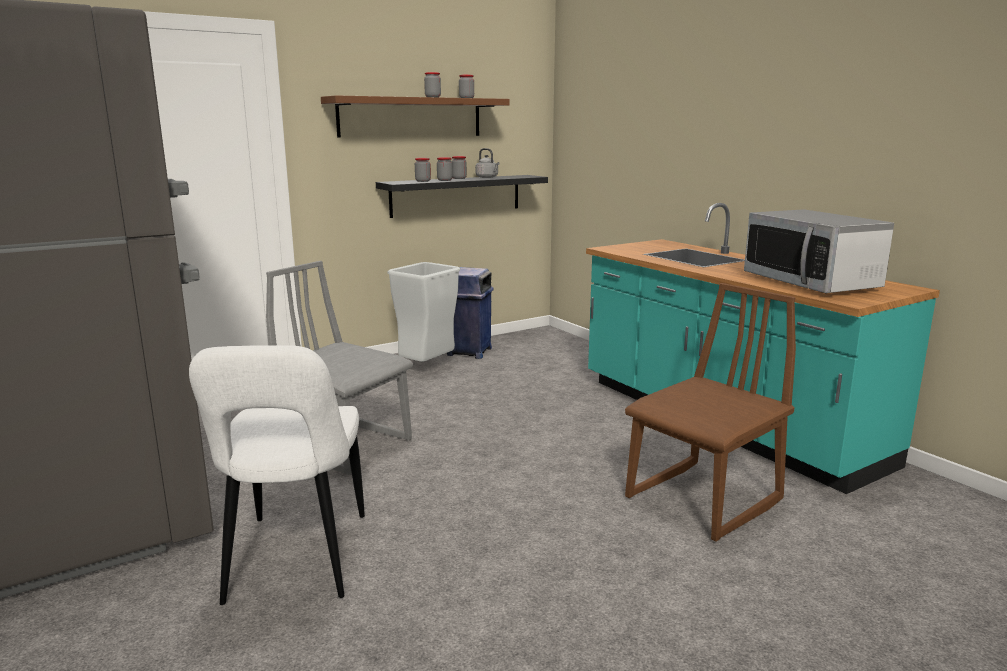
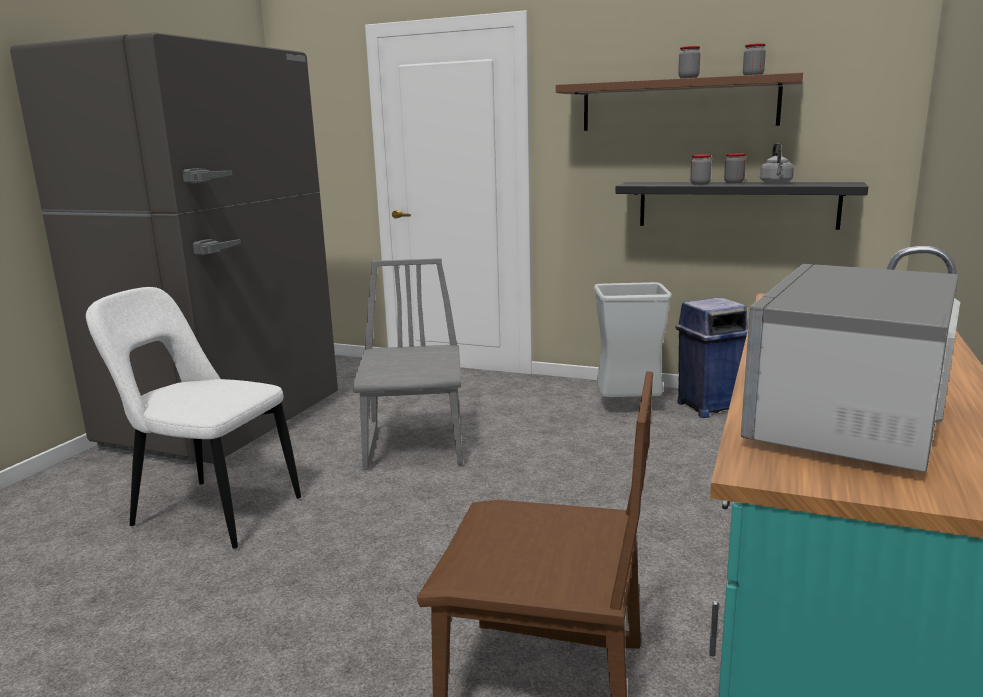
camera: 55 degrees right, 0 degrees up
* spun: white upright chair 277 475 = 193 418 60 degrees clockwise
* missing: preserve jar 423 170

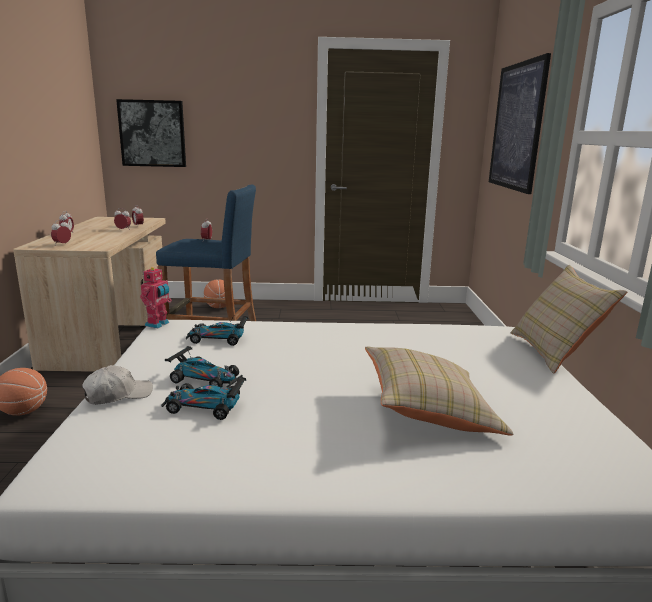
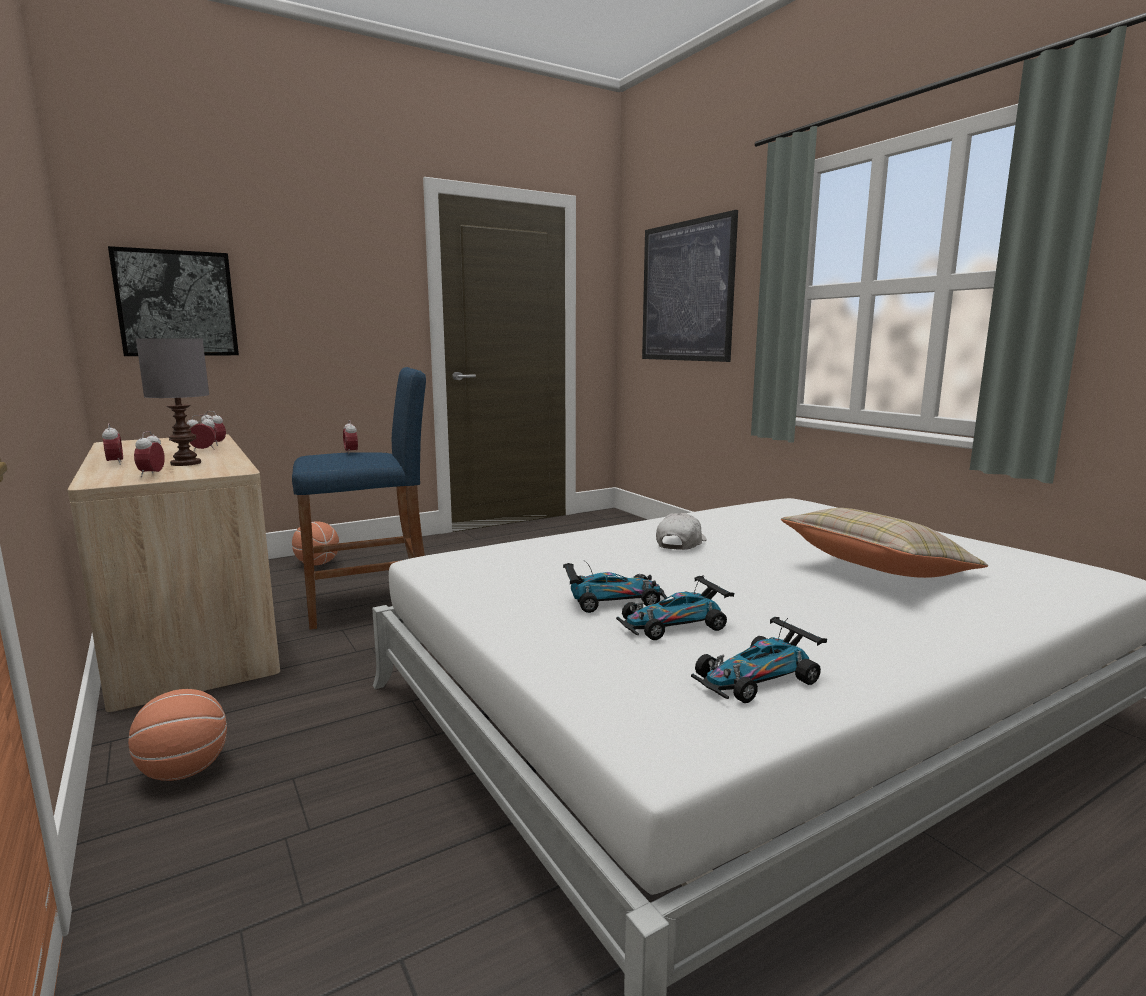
camera: 30 degrees left, 5 degrees down
* relocated: white baseball cap 117 385 to 681 531
* missing: robot figure 156 297
* relocated: miniature car 217 330 to 759 660
* missing: beige-coloured cushion 569 319
* appeared: gray lamp for a table 172 402

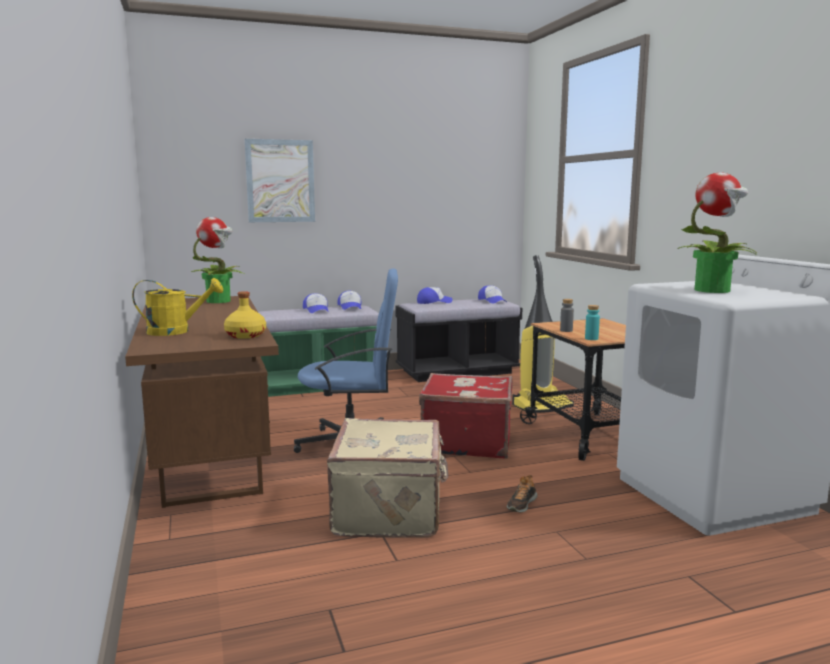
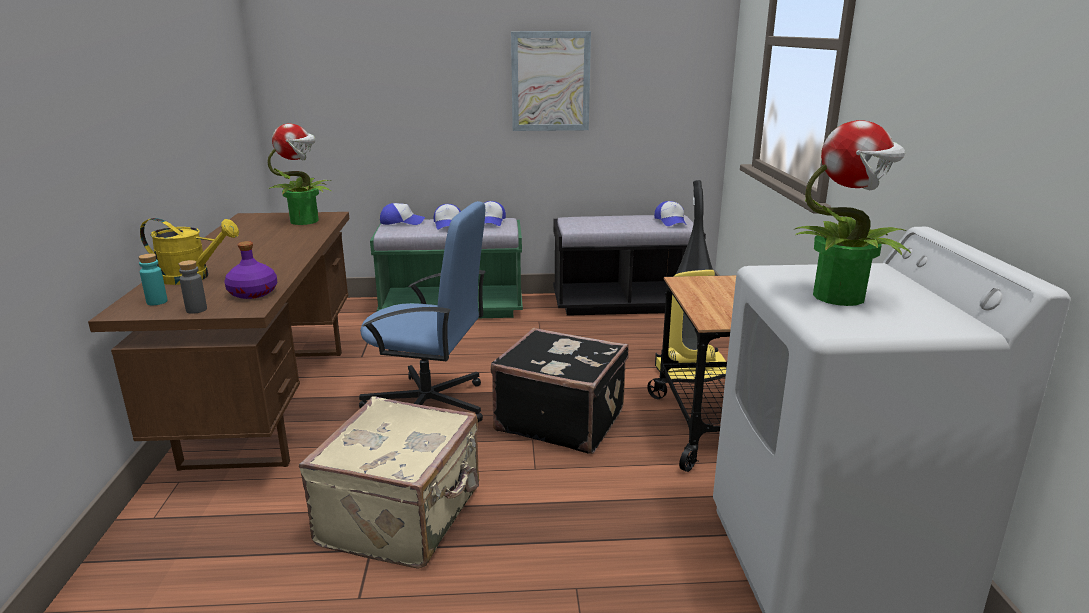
camera: 15 degrees right, 10 degrees up
* colour: yellowish beverage bottle 245 315 to purple beverage bottle 250 270
* relocated: wall picture 280 180 to 551 81
* relocated: baseball cap 435 295 to 402 214
* colour: red-coloured suitcase 465 415 to black-coloured suitcase 559 391
* missing: low shoe 522 494
* relocated: gray beverage bottle 567 315 to 193 287
* relocated: turquoise beverage bottle 592 322 to 153 279

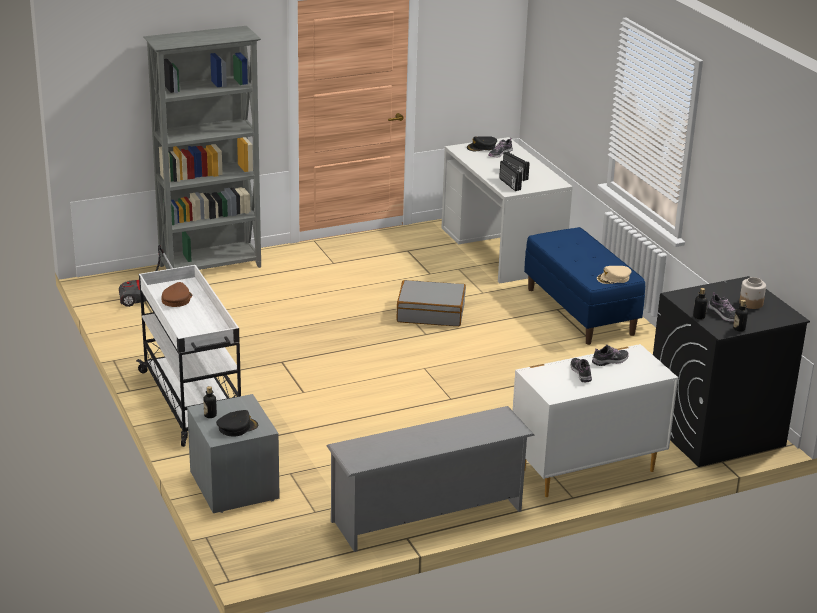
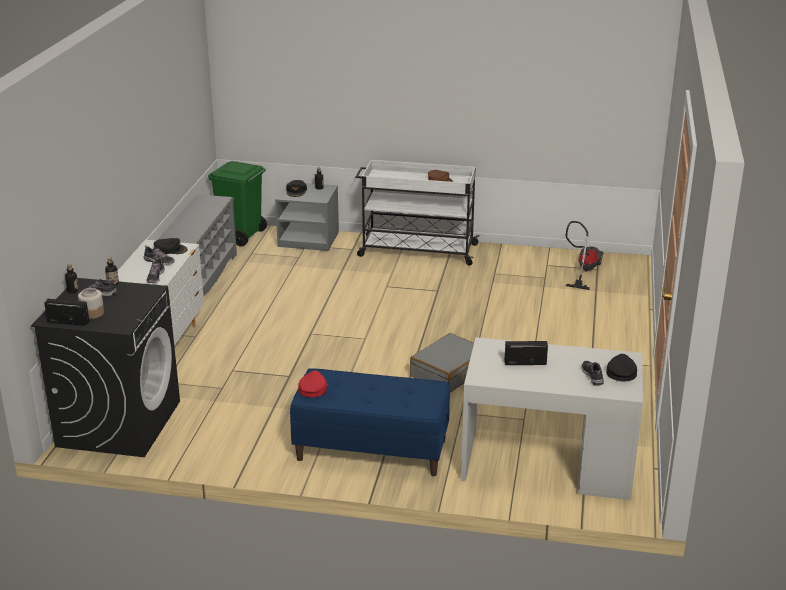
camera: 125 degrees right, 0 degrees up
* missing: gray bookcase 202 148
* relocated: radio receiver 510 175 to 66 312
* colour: beige-coloured baseball cap 614 275 to red-coloured baseball cap 313 384
* appeared: black-coloured baseball cap 171 246
* appeared: green trash can 237 204

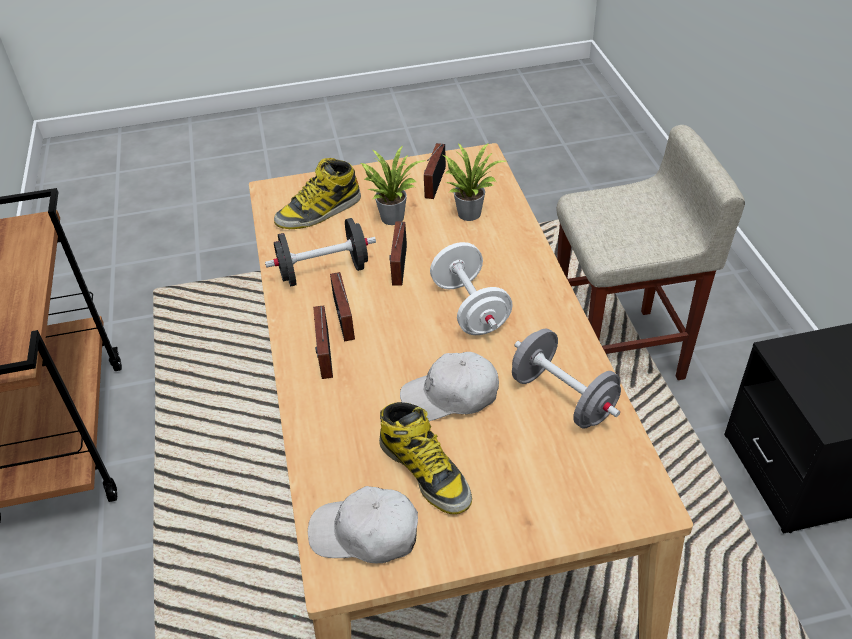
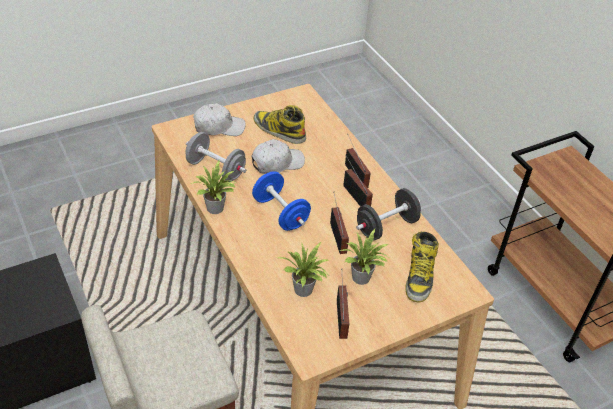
camera: 160 degrees right, 0 degrees up
* spun: boot 317 193 = 422 267 150 degrees clockwise
* relocated: white baseball cap 363 524 to 219 119
* colour: white hand weight 471 288 to blue hand weight 281 201
* appeared: houseplant 215 187

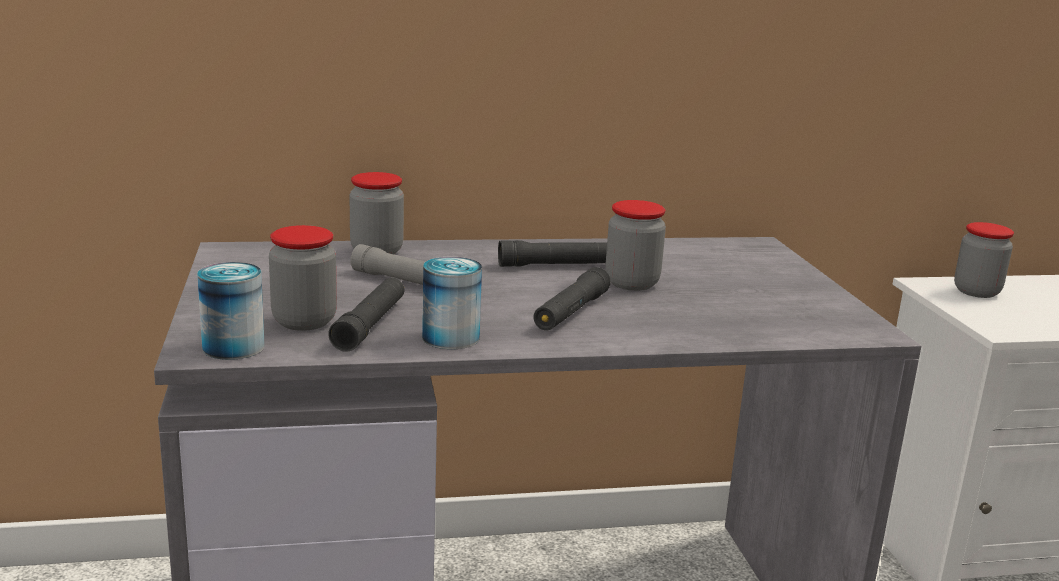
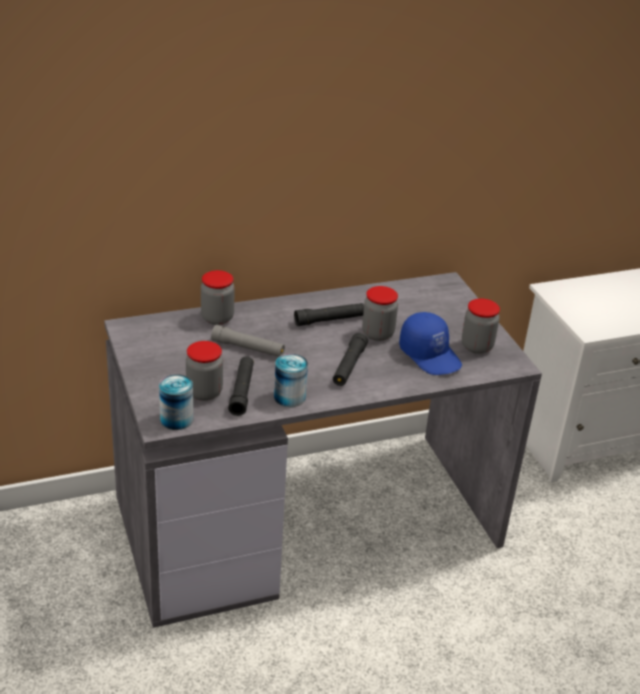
camera: 10 degrees left, 15 degrees up
* relocated: preserve jar 984 260 to 481 326
* appeared: blue baseball cap 430 343

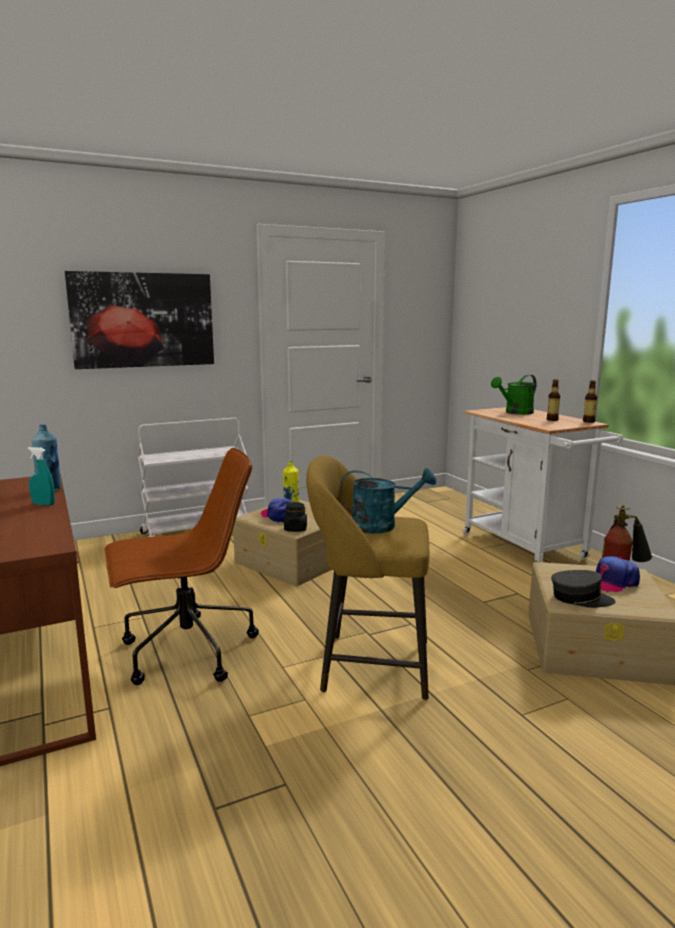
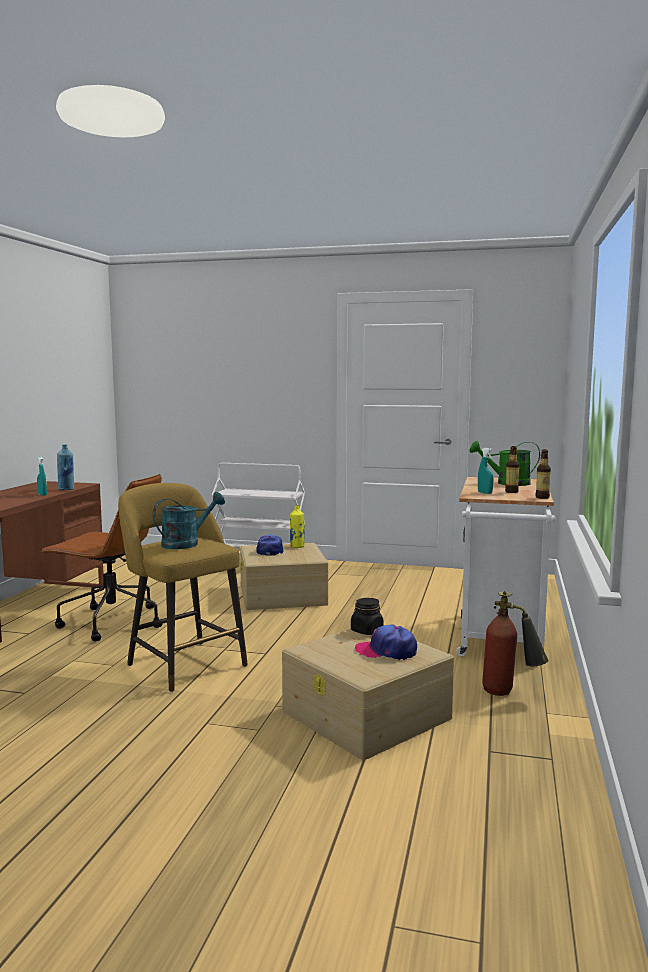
camera: 40 degrees right, 5 degrees down
* missing: wall picture 139 320
* relocated: black-coloured preserve jar 295 517 to 367 616
* spun: turquoise watering can 388 501 = 189 520 75 degrees counterclockwise
* missing: gray baseball cap 583 589
* appeared: turquoise hand sprayer 485 471

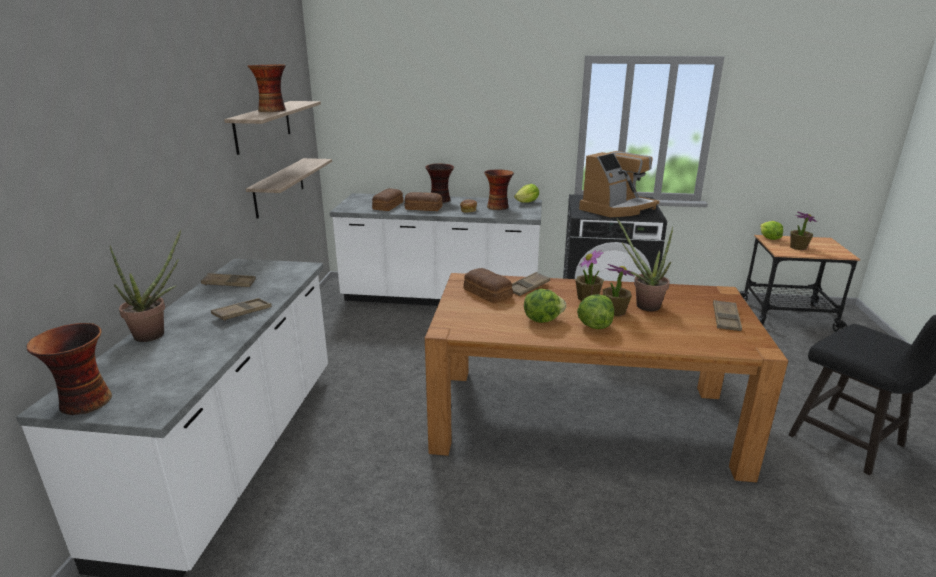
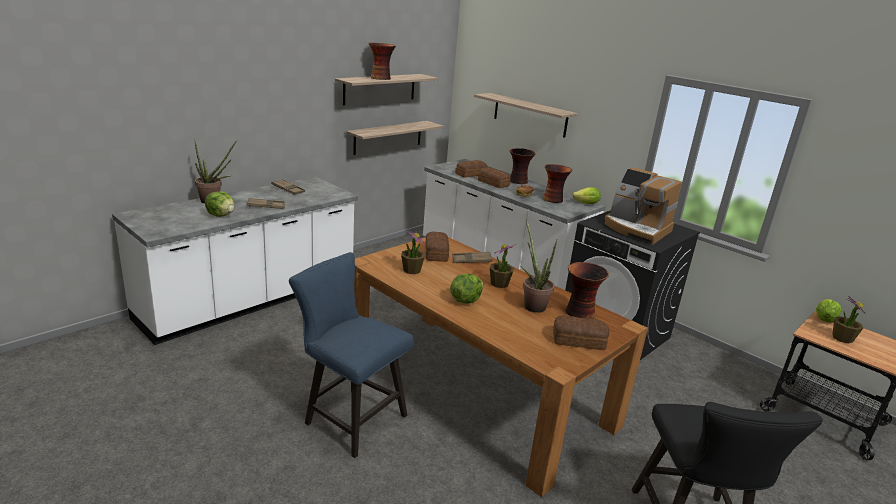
camera: 35 degrees right, 0 degrees up
* relocated: vase 69 369 to 587 290
* relocated: lettuce 545 306 to 219 204
* spun: coffee brewer 619 184 = 643 206 45 degrees clockwise
* relocated: houseplant 618 290 to 413 251
* exchanged: brown-coloured tray 727 315 to baked bread 581 333
* appeared: blue upright chair 351 355
* appeared: shelf 526 115

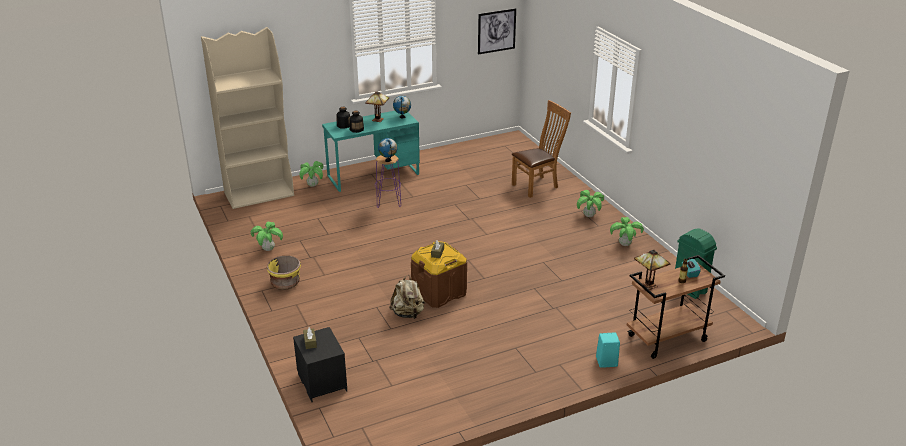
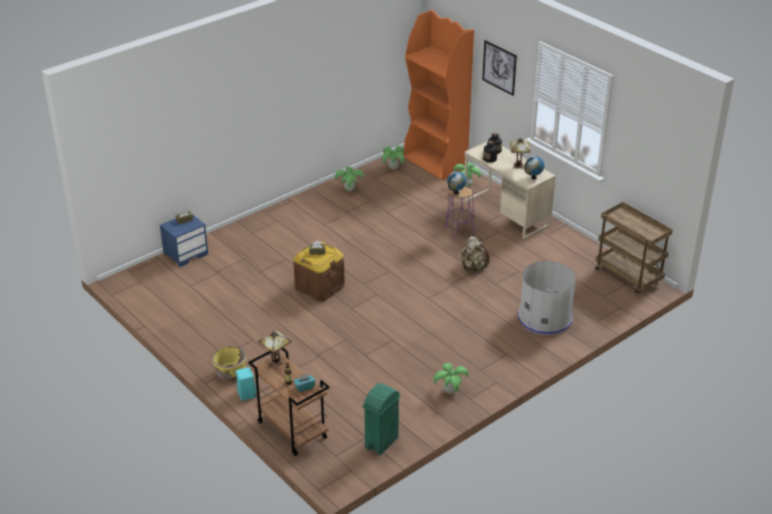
camera: 75 degrees right, 5 degrees up
* colour: beige-coloured bookcase 247 118 to orange bookcase 439 95
* relocated: yellowish plant pot 284 273 to 229 363
* colour: black-coloured night table 320 364 to blue night table 184 240
* colour: turquoise desk 371 151 to beige-coloured desk 509 190
* relocated: beige-coloured knapsack 407 297 to 475 253
* relocated: wall picture 497 31 to 499 68
* exchanged: brown-coloured upright chair 541 149 to gray trash can 547 298
* relocated: houseplant 590 203 to 393 158
* appeared: brown-coloured trolley 634 248

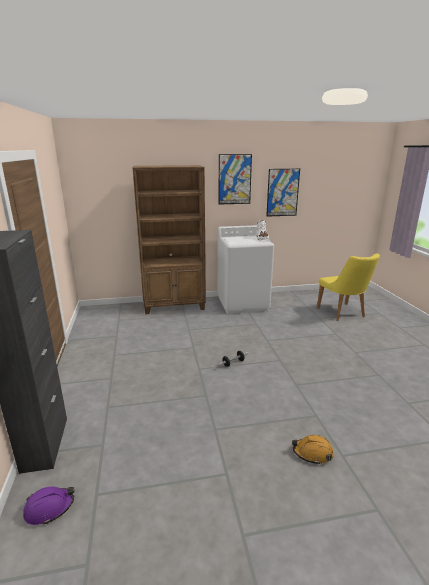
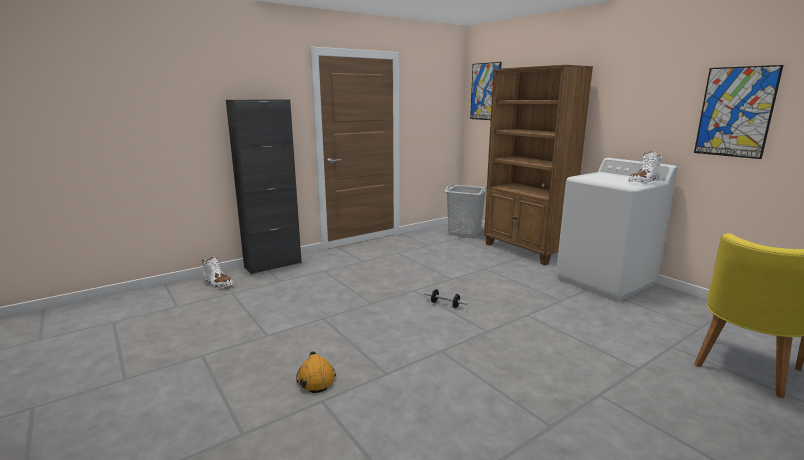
camera: 65 degrees right, 5 degrees down
* exchanged: purple work helmet 48 506 to white boot 217 272
* relocated: wall picture 235 179 to 486 91
* appeared: gray laundry basket 465 211

